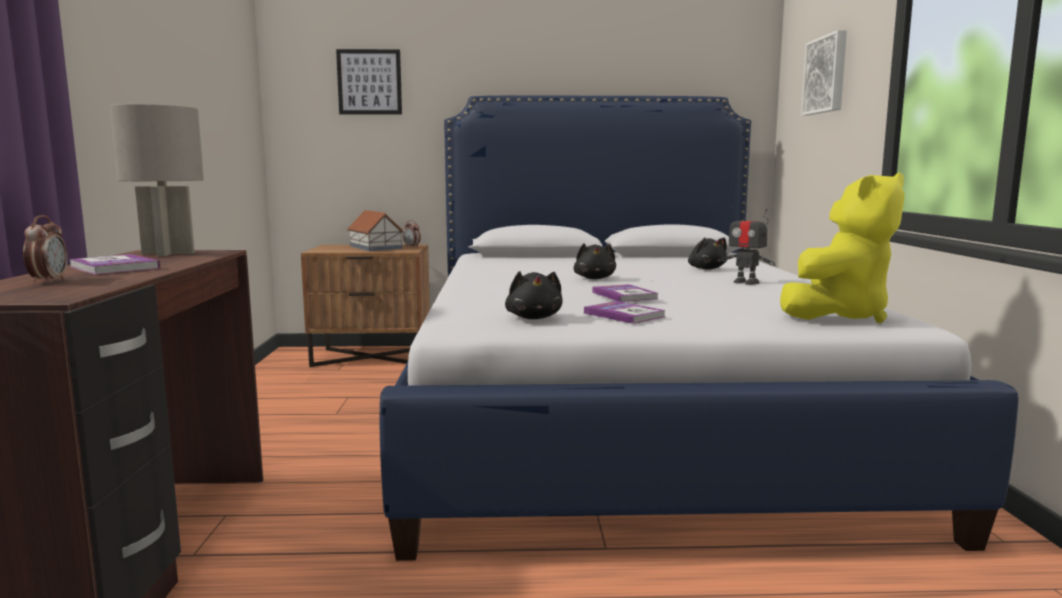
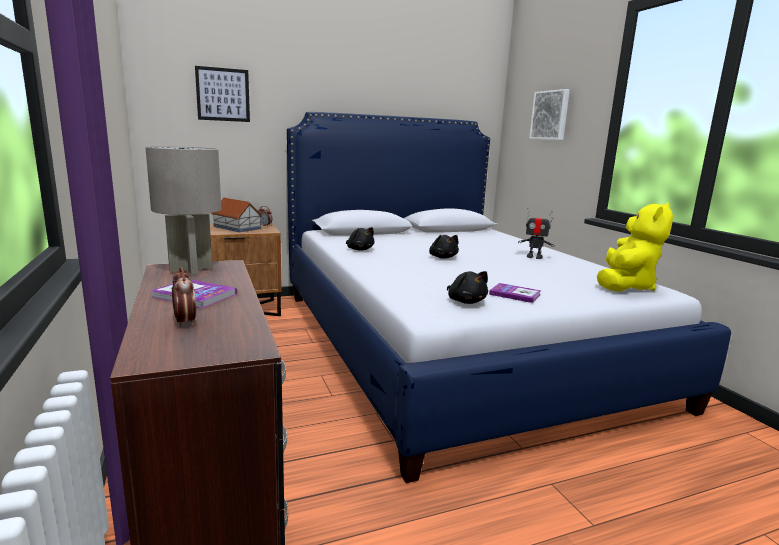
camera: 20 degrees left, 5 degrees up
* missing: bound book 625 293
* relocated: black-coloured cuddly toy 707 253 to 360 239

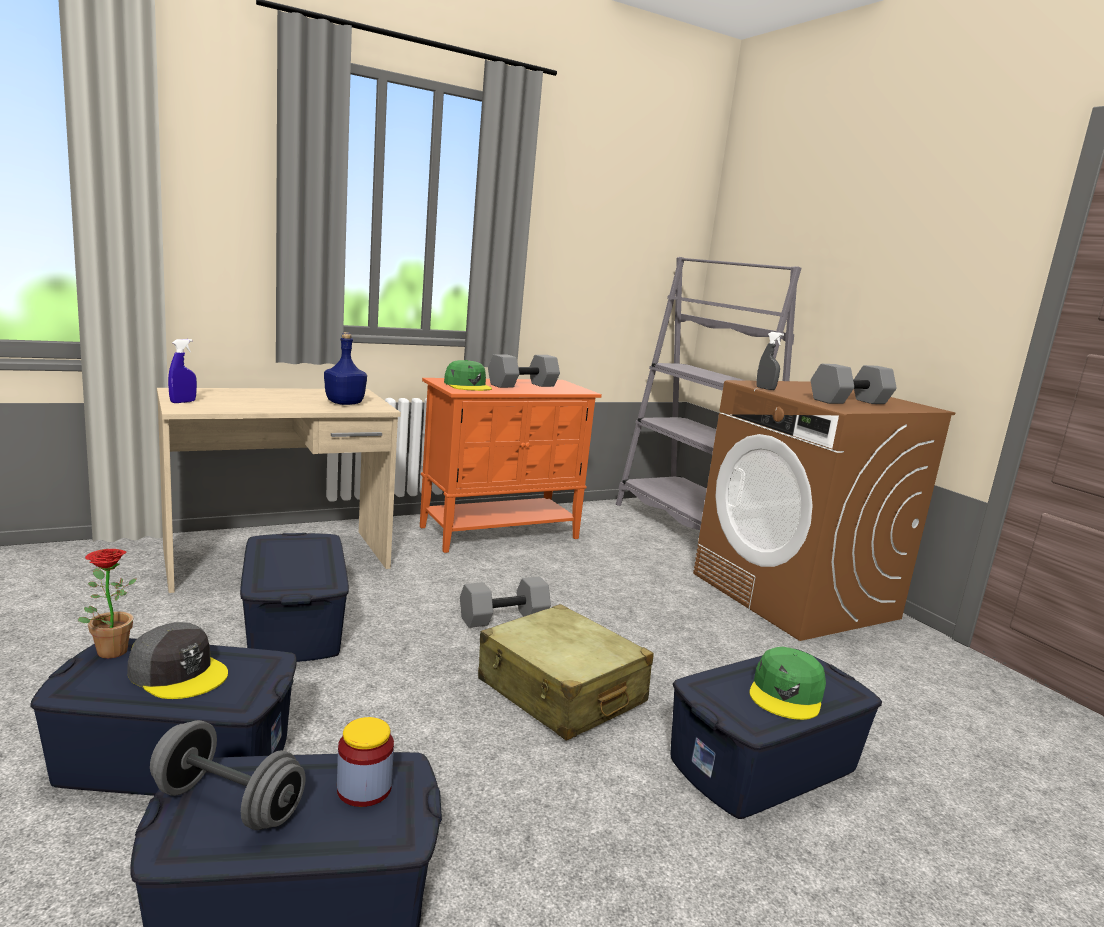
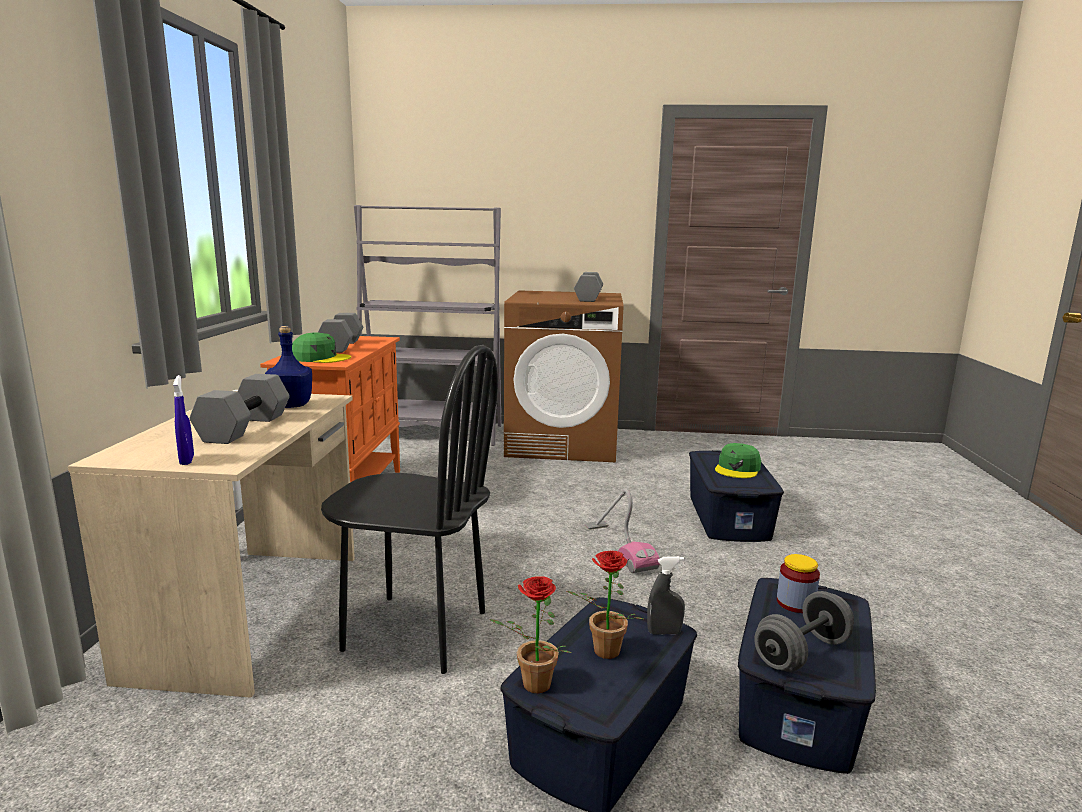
camera: 55 degrees left, 0 degrees up
* exchanged: gray baseball cap 178 660 to houseplant 605 605
* exchanged: blue storage box 294 597 to black-coloured upright chair 409 509
* relocated: gray hand weight 505 602 to 239 409
* exchanged: beige-coloured suitcase 565 672 to vacuum cleaner 622 531
* spun: green baseball cap 788 683 = 738 460 60 degrees clockwise
* relocated: gray hand sprayer 770 361 to 666 595

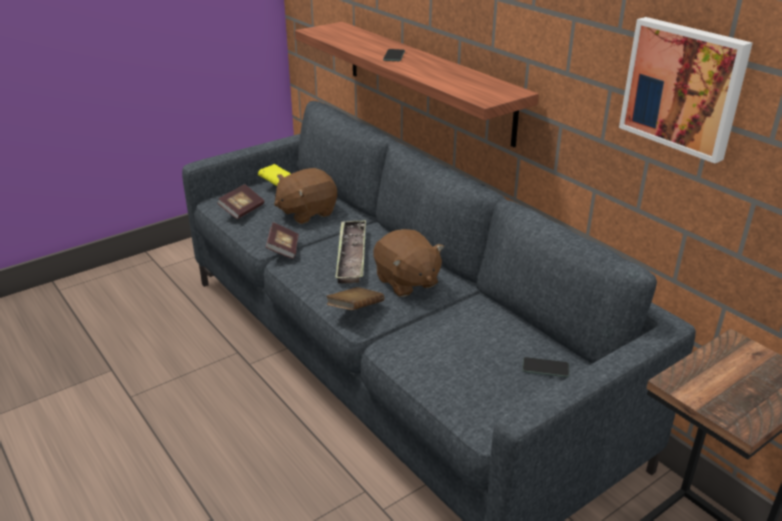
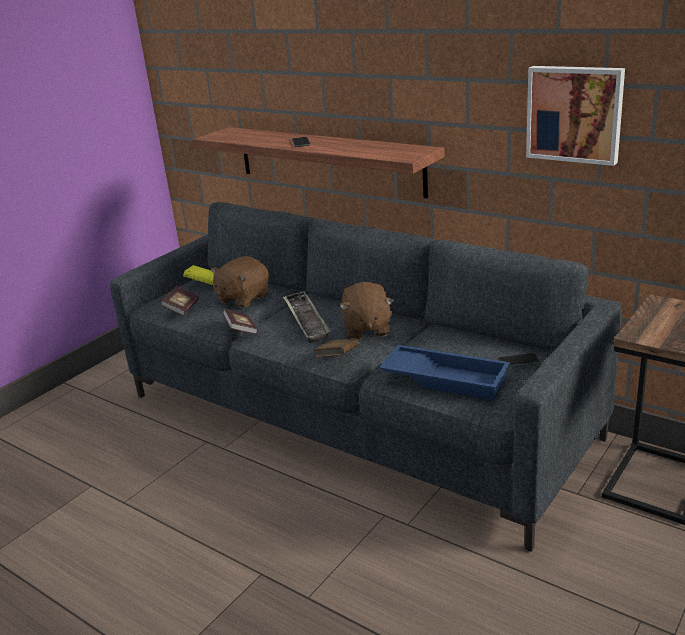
camera: 15 degrees left, 5 degrees down
* spun: brown-coloured cuddly toy 408 263 = 366 310 45 degrees clockwise
* appeared: blue tray 444 372

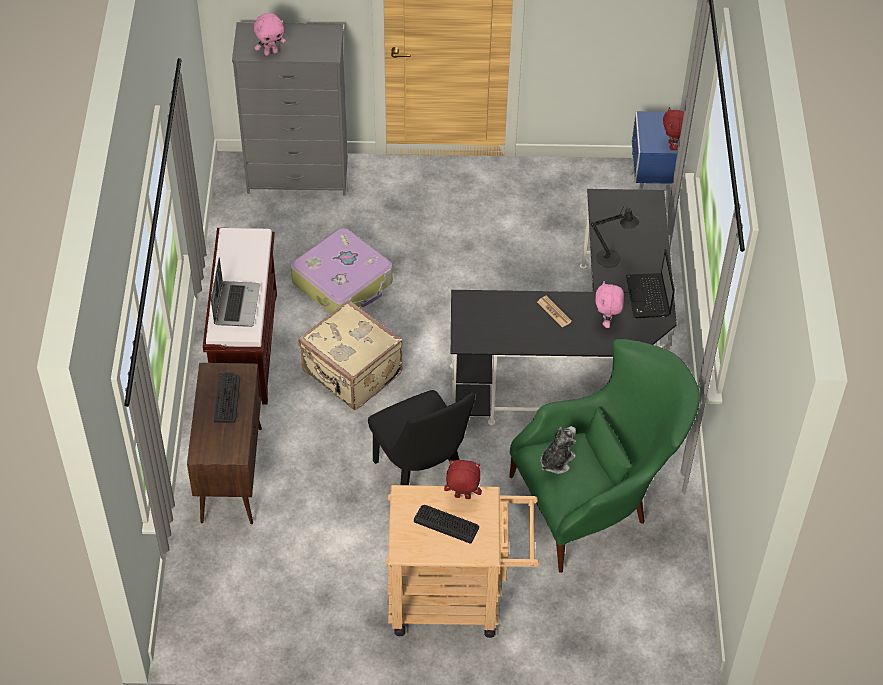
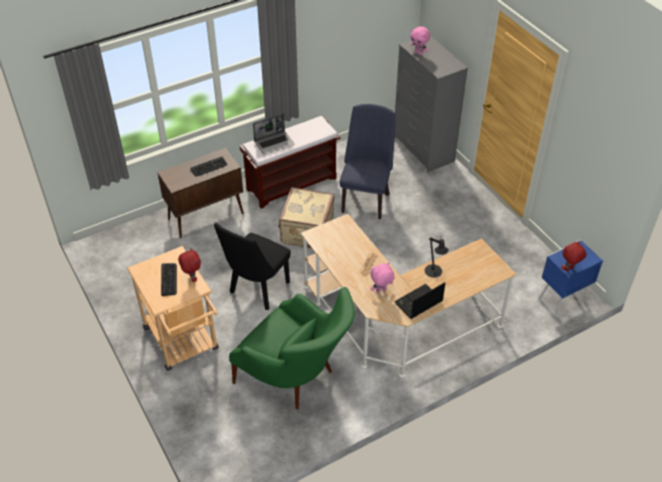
camera: 60 degrees right, 5 degrees down
* exchanged: suitcase 342 271 to blue upright chair 368 161
* colour: black-coloured desk 563 307 to beige-coloured desk 409 295
* missing: cuddly toy 558 450

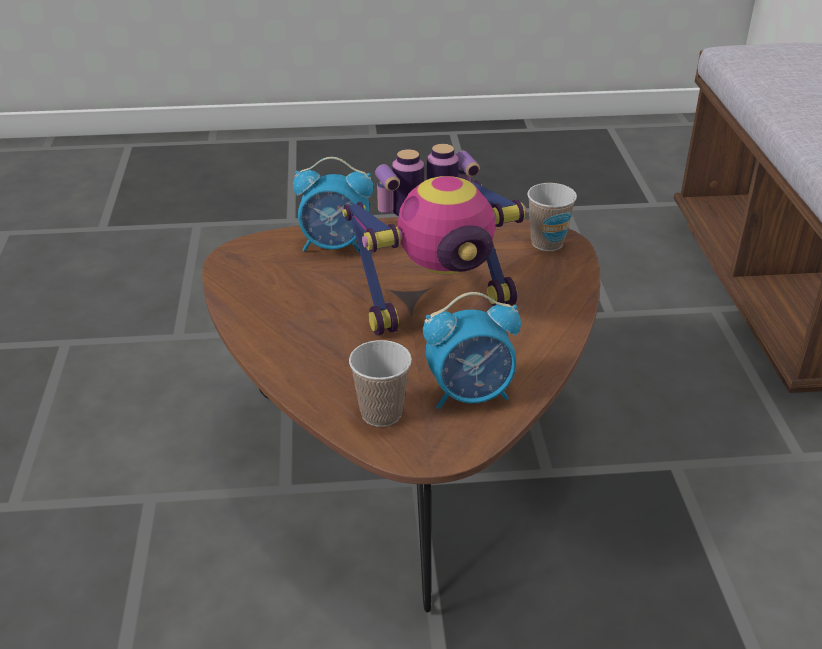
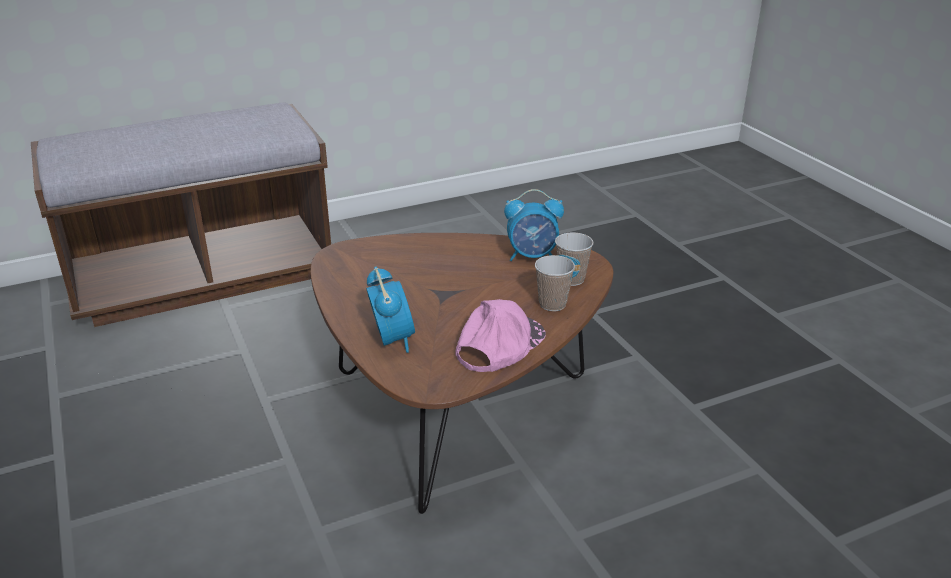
camera: 110 degrees left, 5 degrees down
* missing: robot figure 434 240
* spun: bedside clock 472 350 = 534 225 120 degrees clockwise
* relocated: drinking cup 552 217 to 555 283
* appeared: pinkish baseball cap 500 335

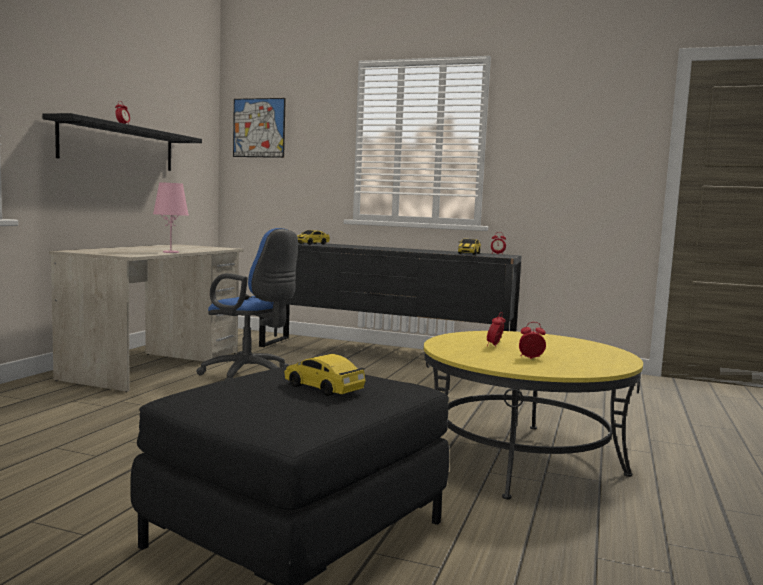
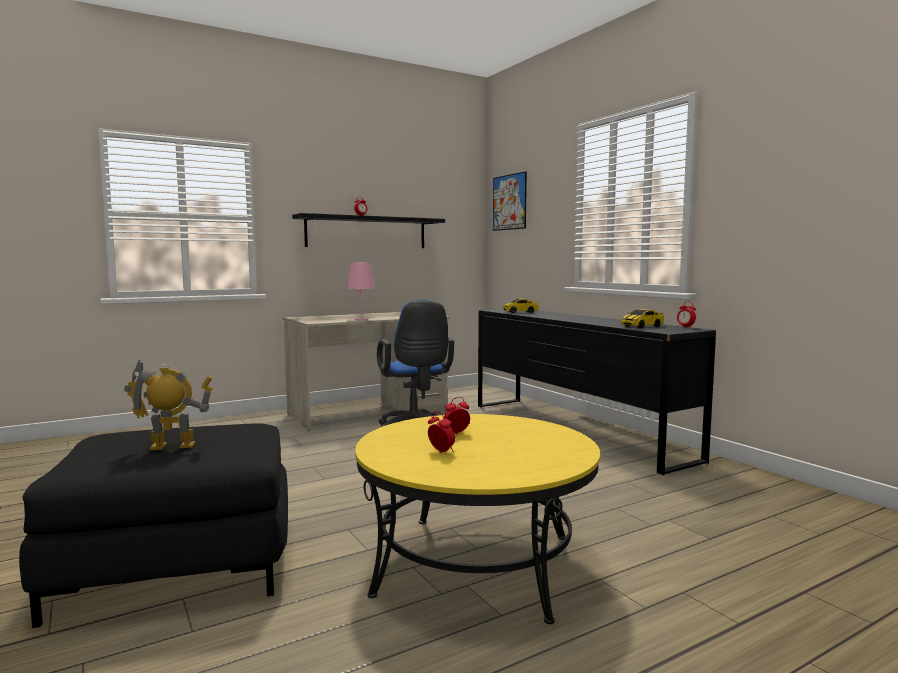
camera: 40 degrees right, 0 degrees up
* exchanged: miniature car 325 375 to robot figure 168 405

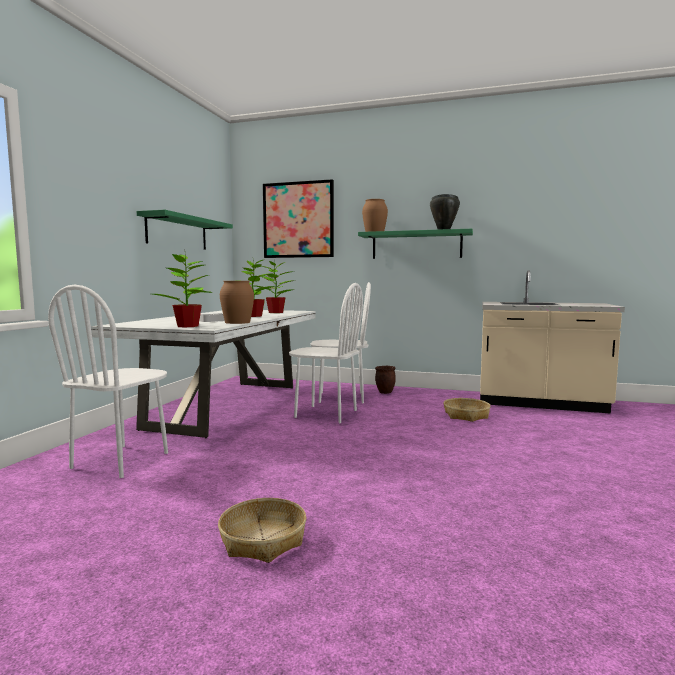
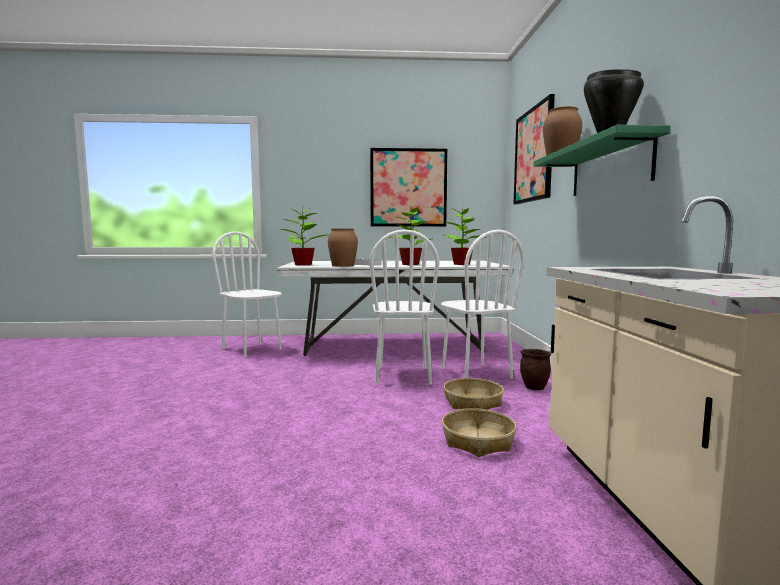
camera: 70 degrees right, 0 degrees up
* spun: white upright chair 108 381 = 247 294 45 degrees clockwise
* exchanged: green shelf 185 230 to wall picture 408 187
* relocated: basket 262 530 to 473 394

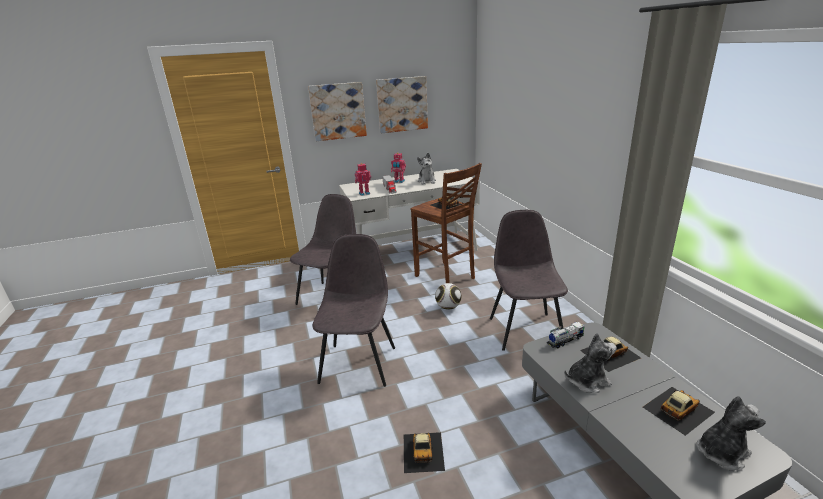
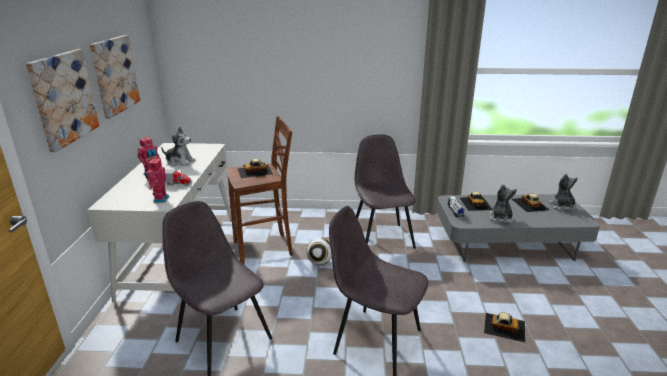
camera: 70 degrees left, 0 degrees up
* spun: gray upright chair 529 280 = 385 191 60 degrees clockwise

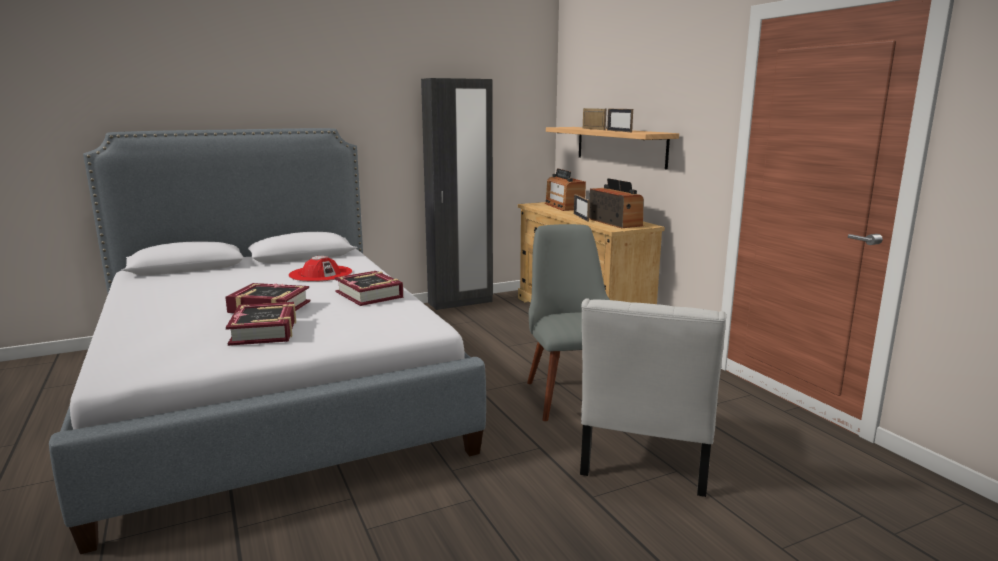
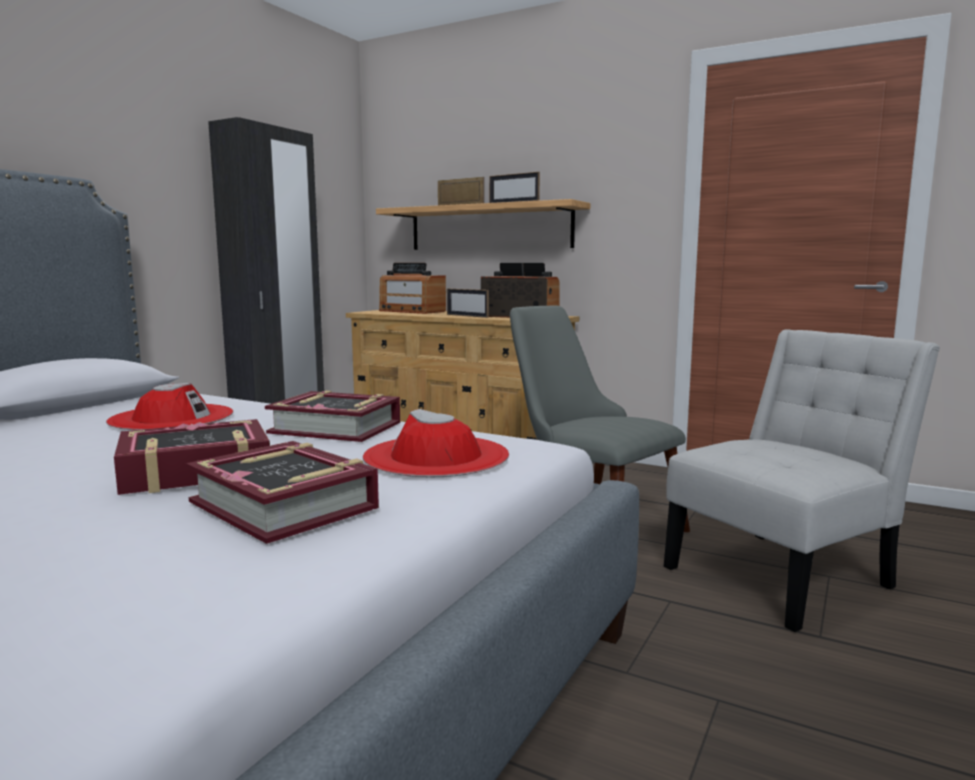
camera: 35 degrees left, 5 degrees down
* spun: white upright chair 653 397 = 802 480 105 degrees counterclockwise
* appeared: red-coloured clothing hat 436 443

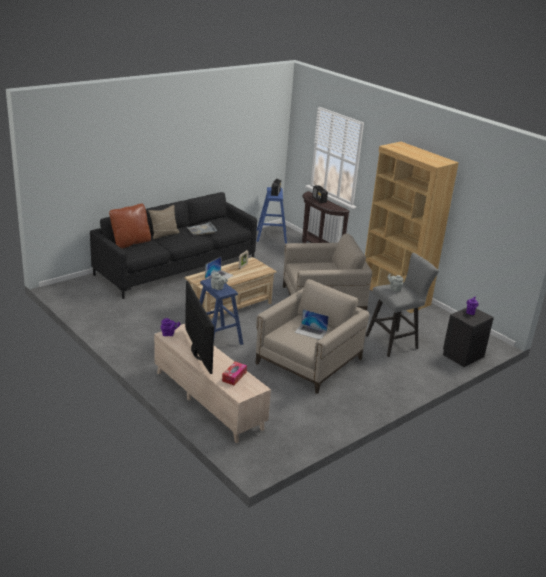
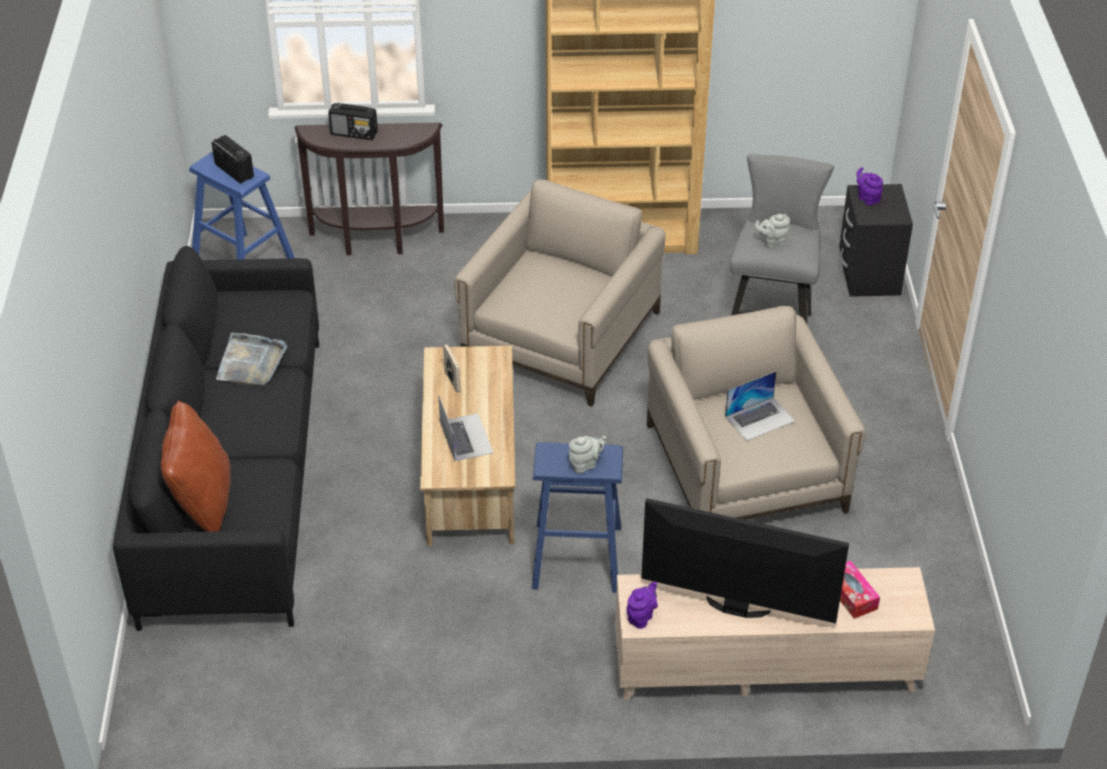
camera: 50 degrees left, 15 degrees up
* missing: beige-coloured cushion 164 222

